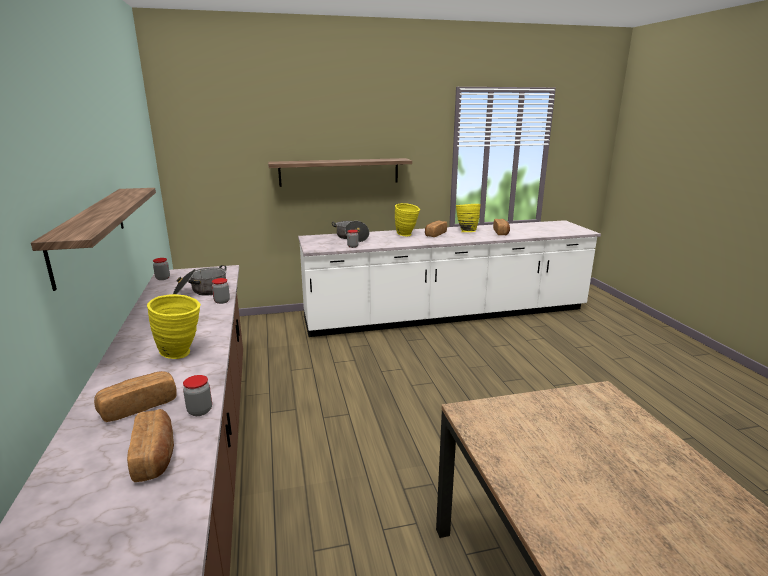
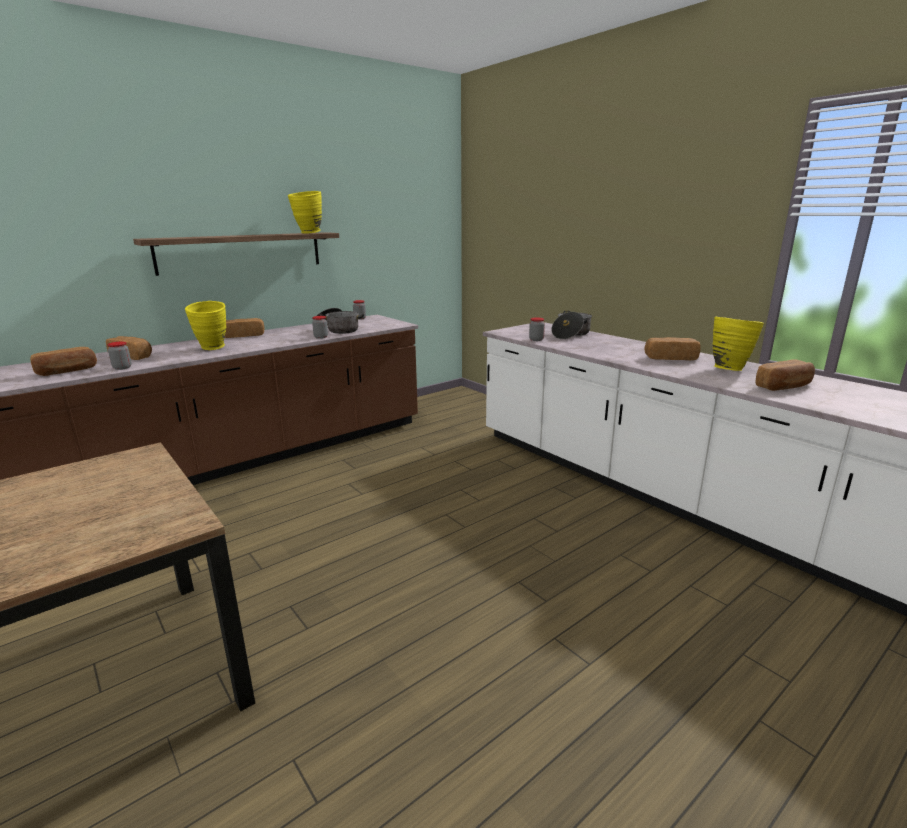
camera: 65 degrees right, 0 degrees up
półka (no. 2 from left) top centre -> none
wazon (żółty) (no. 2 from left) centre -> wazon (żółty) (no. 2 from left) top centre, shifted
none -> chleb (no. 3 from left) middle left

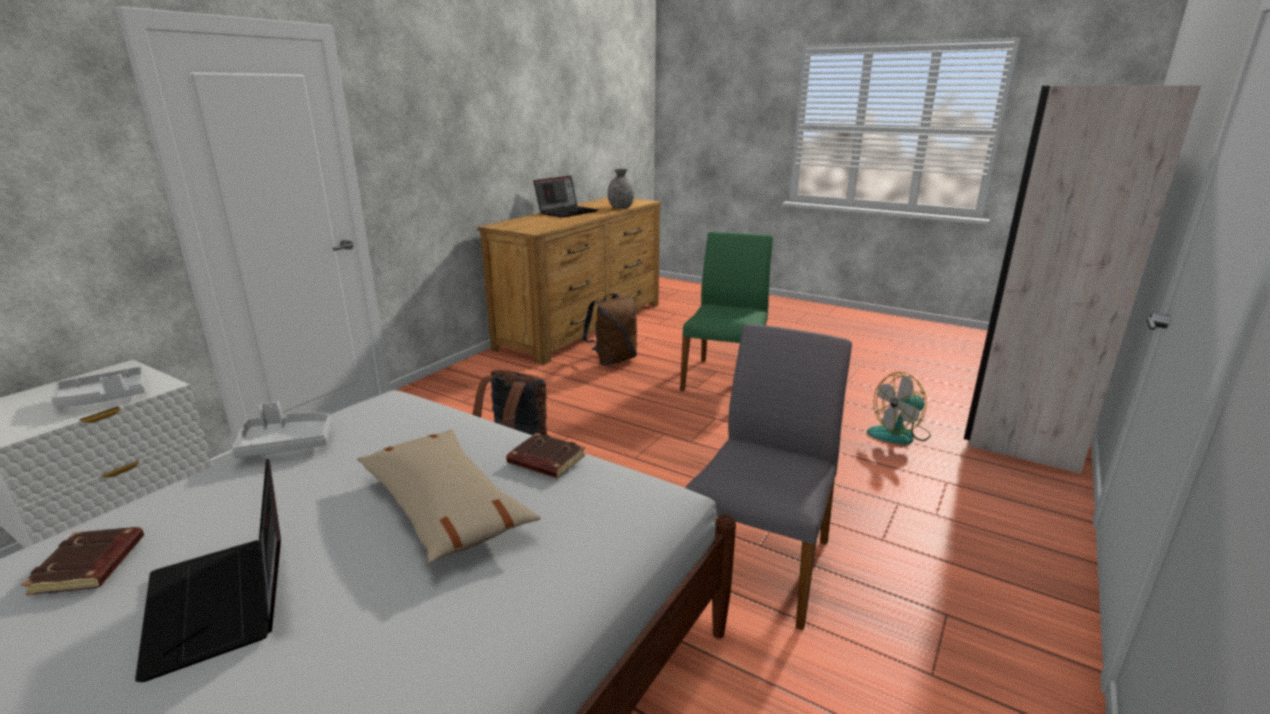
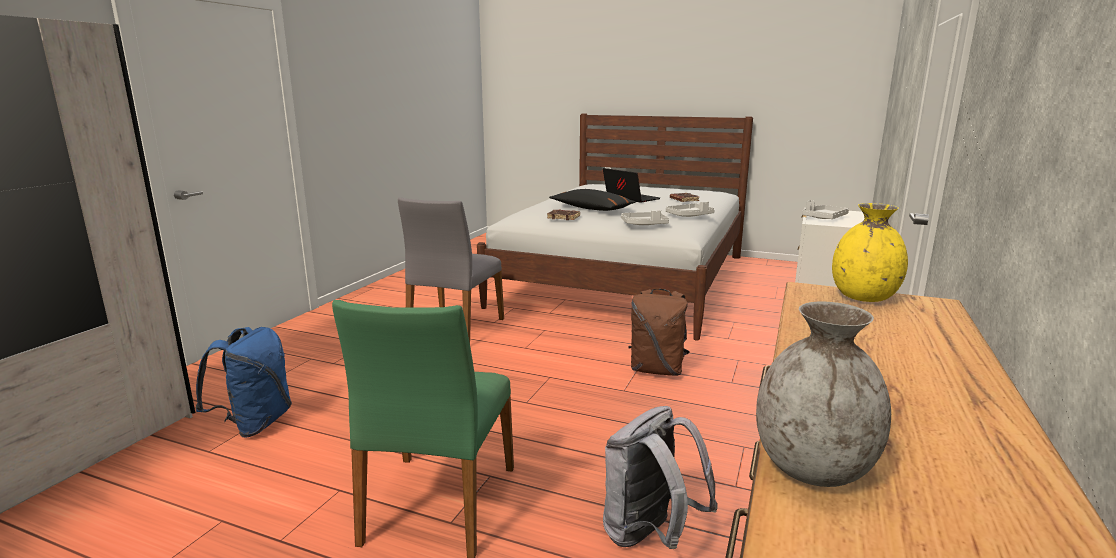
camera: 170 degrees right, 5 degrees down
poduszka (beżowy) bottom centre -> poduszka (czarny) centre
laptop (no. 2 from left) top centre -> none
plecak (brązowy) (no. 2 from left) centre -> plecak (szary) bottom centre
wentylator middle right -> plecak (niebieski) bottom left
none -> taca (szary) (no. 1 from left) centre
none -> wazon (żółty) middle right

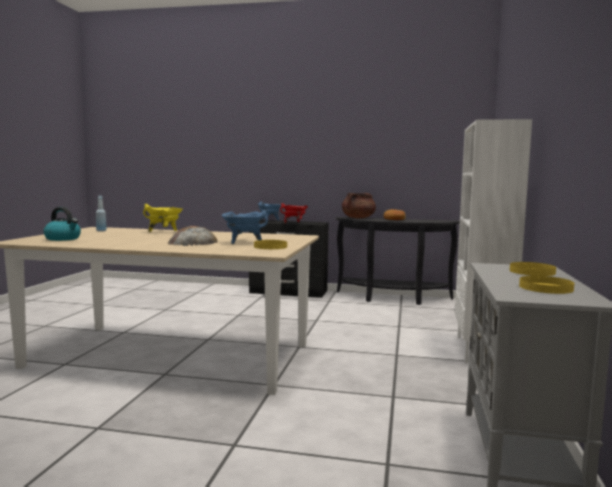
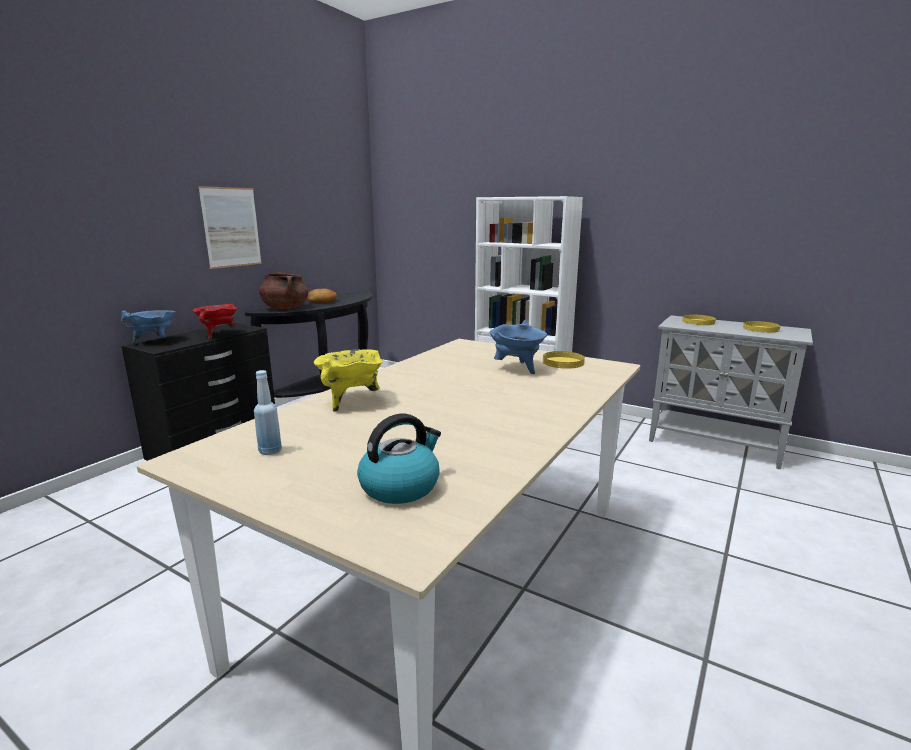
camera: 70 degrees left, 10 degrees up
chleb (no. 1 from left) middle left -> none
none -> obraz top left

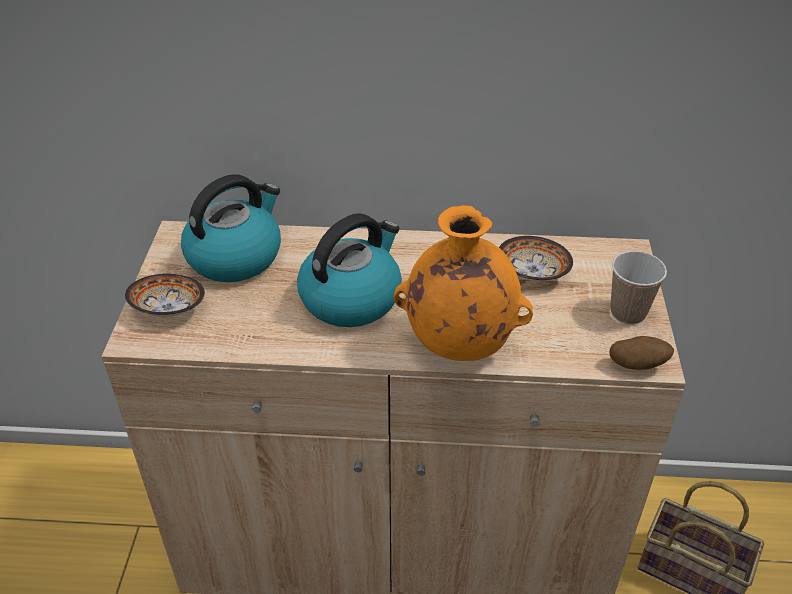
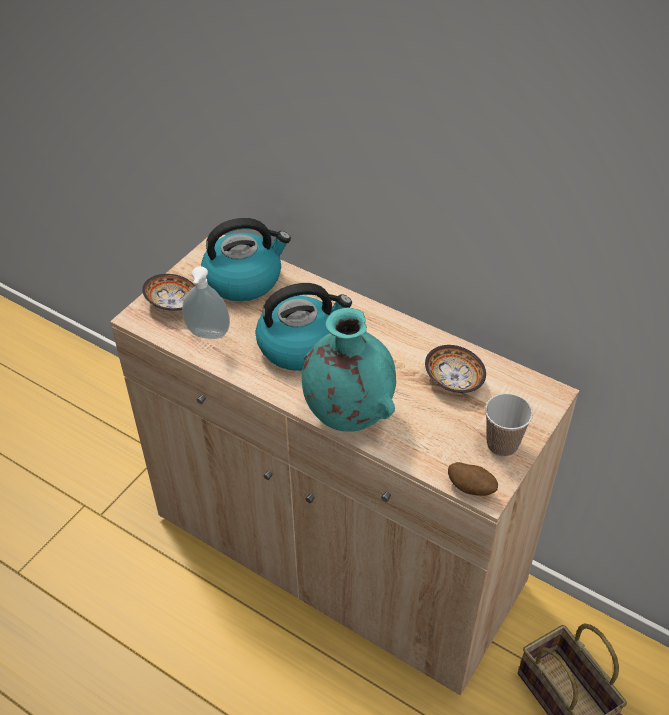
camera: 30 degrees right, 5 degrees up
wazon (pomarańczowy) centre -> wazon (turkusowy) centre
none -> dozownik mydła middle left

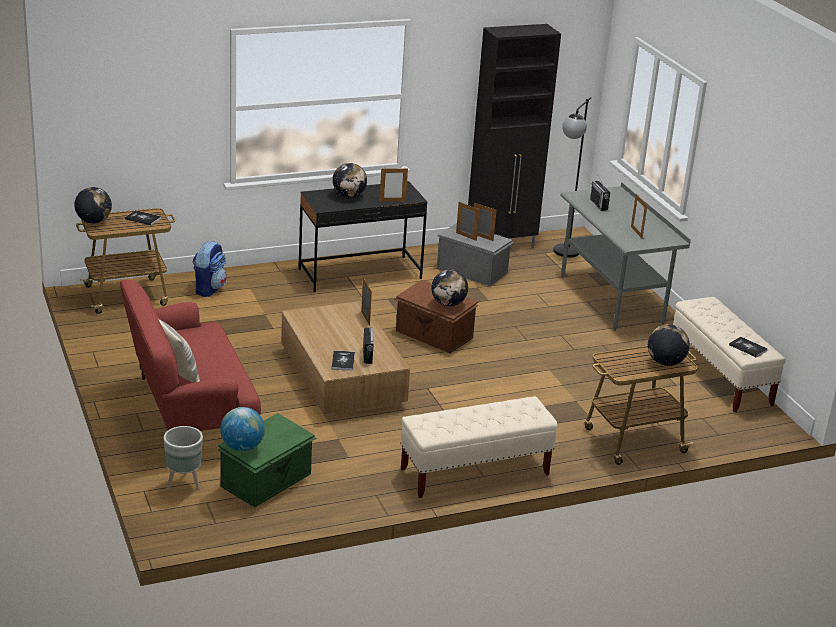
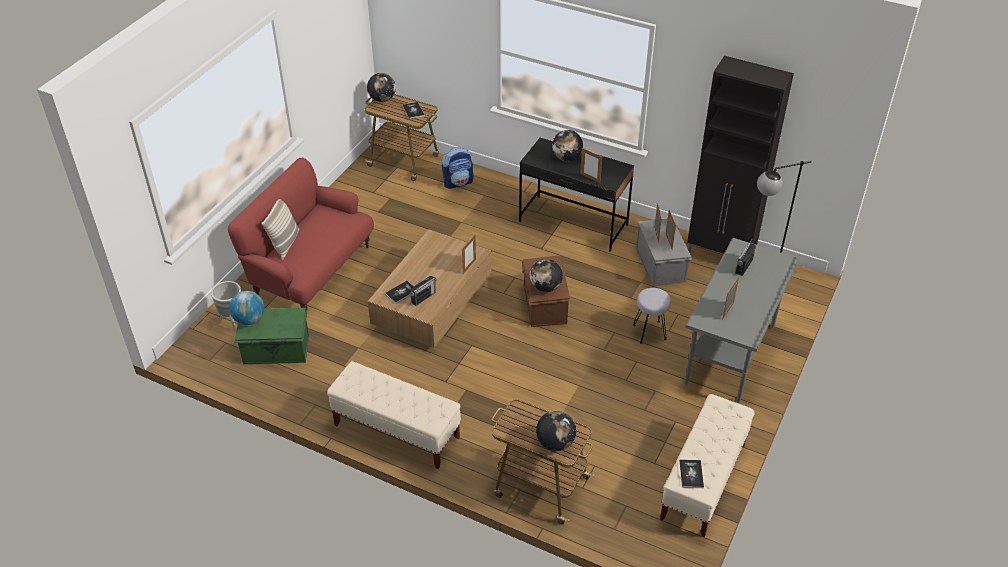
camera: 50 degrees right, 15 degrees up
none -> stołek (szary) centre

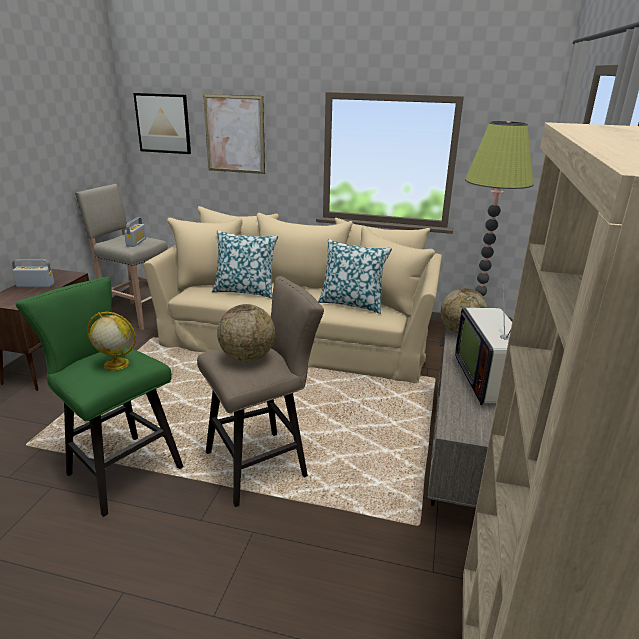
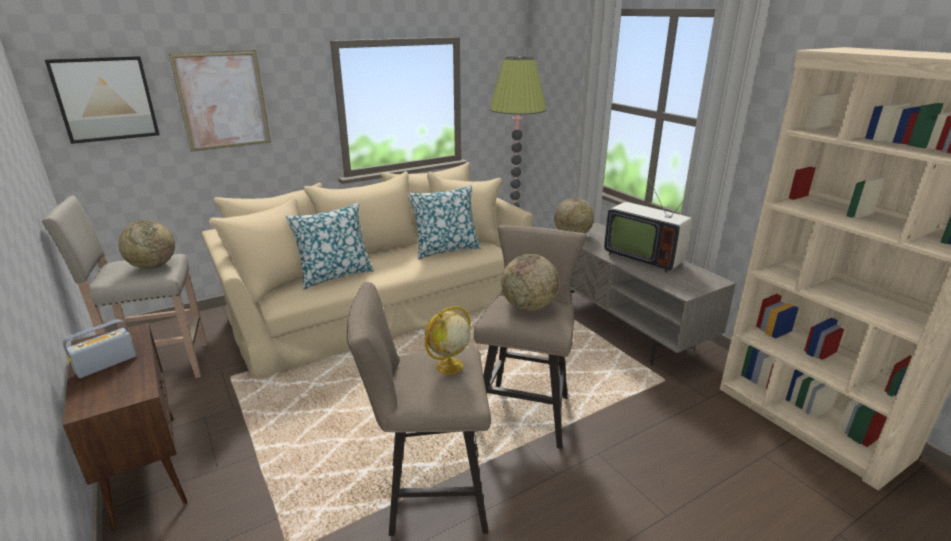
camera: 45 degrees left, 0 degrees up
stołek (zielony) middle left -> stołek (beżowy) (no. 2 from left) bottom centre
radio (no. 2 from left) middle left -> globus (no. 1 from left) middle left

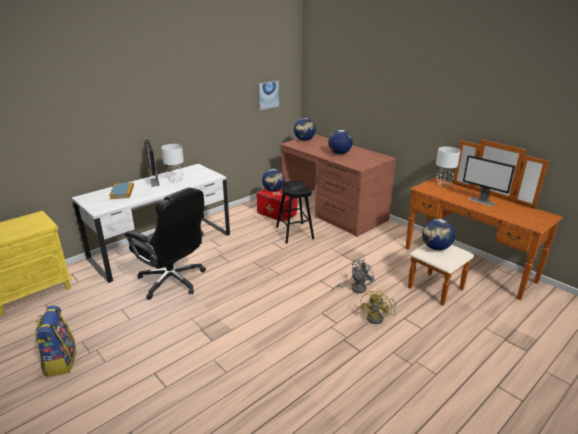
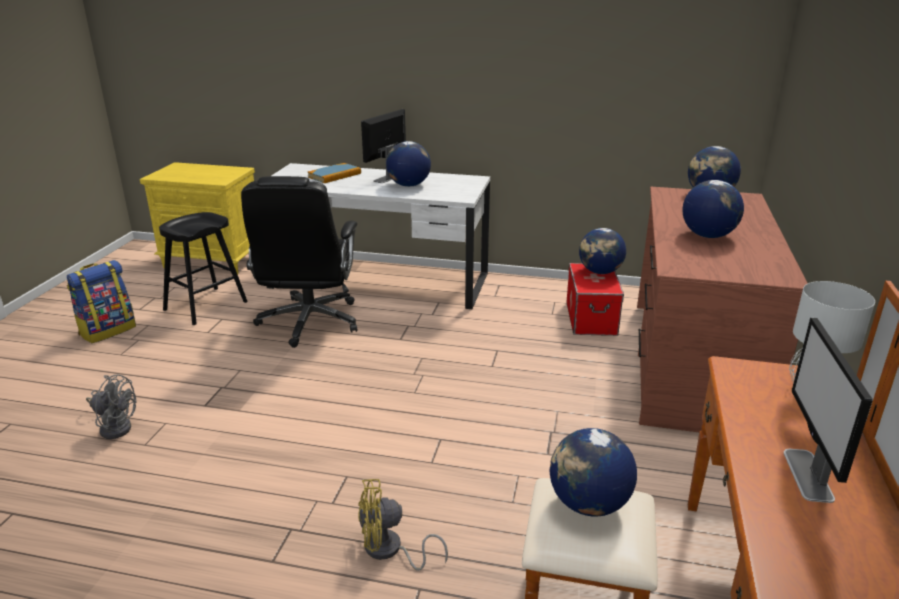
camera: 55 degrees right, 0 degrees up
lampa stołowa (biały) (no. 1 from left) middle left -> globus (no. 1 from left) top centre
obraz top centre -> none
stołek (czarny) centre -> stołek (czarny) middle left, shifted
wentylator (szary) centre -> wentylator (szary) bottom left, shifted

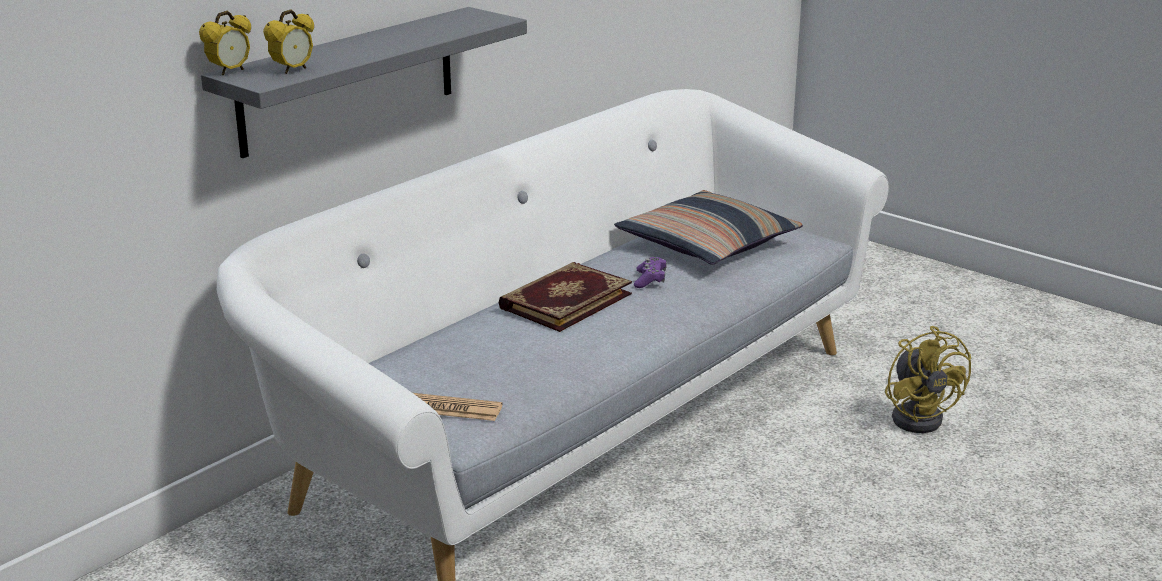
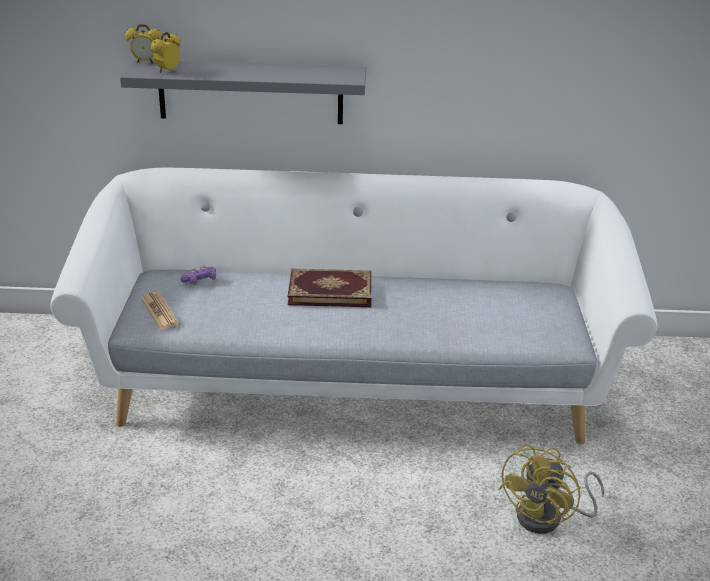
camera: 50 degrees right, 5 degrees up
budzik (no. 2 from left) top left, 120 degrees clockwise
poduszka centre -> none
pad do gier (fioletowy) centre -> pad do gier (fioletowy) middle left, shifted

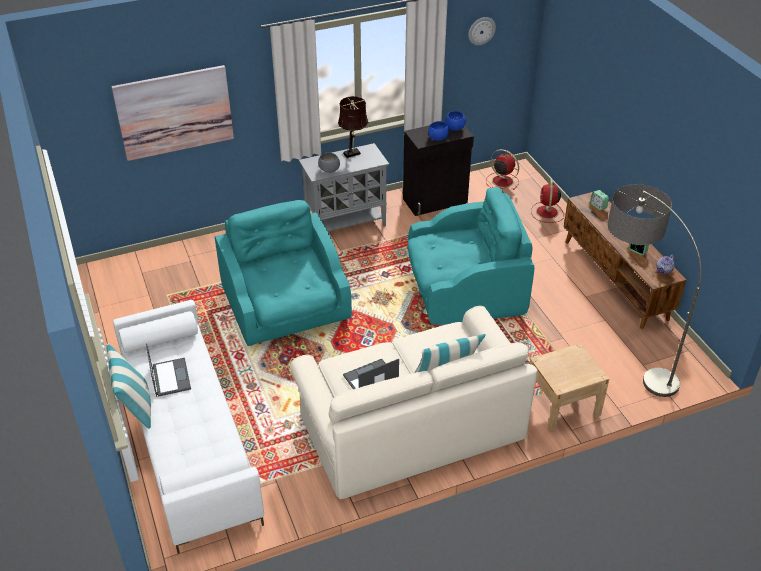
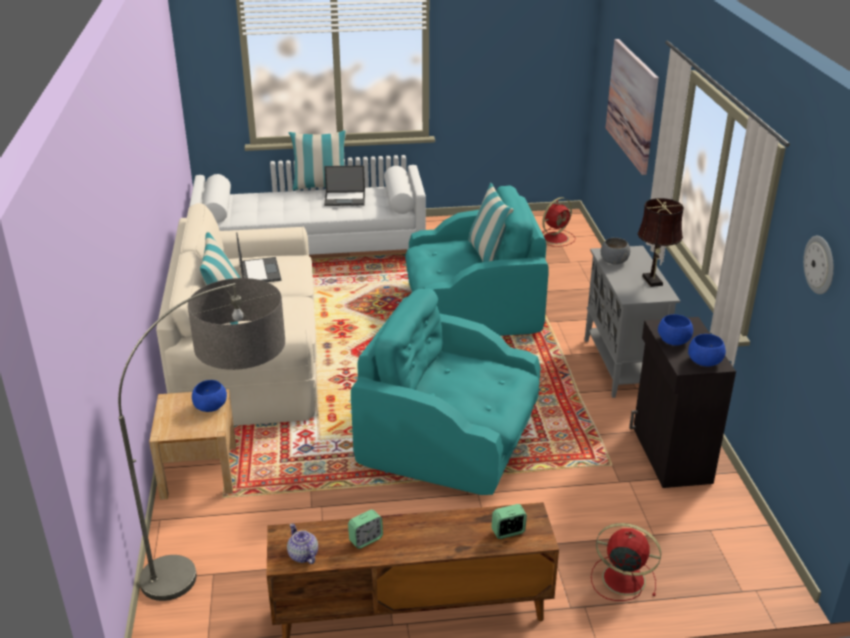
camera: 105 degrees right, 10 degrees down
fotel (turkusowy) (no. 2 from left in the first image) centre -> fotel (turkusowy) (no. 1 from left) centre, 105 degrees clockwise
wentylator (czerwony) (no. 1 from left) top centre -> wentylator (czerwony) (no. 1 from left) centre, shifted
none -> miska (niebieski) (no. 1 from left) middle left
none -> poduszka (no. 3 from left) centre

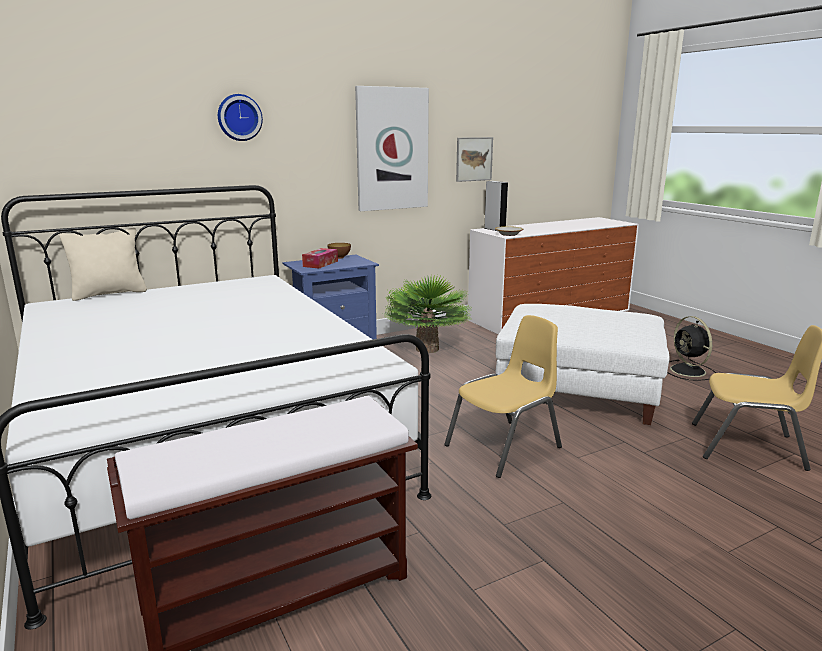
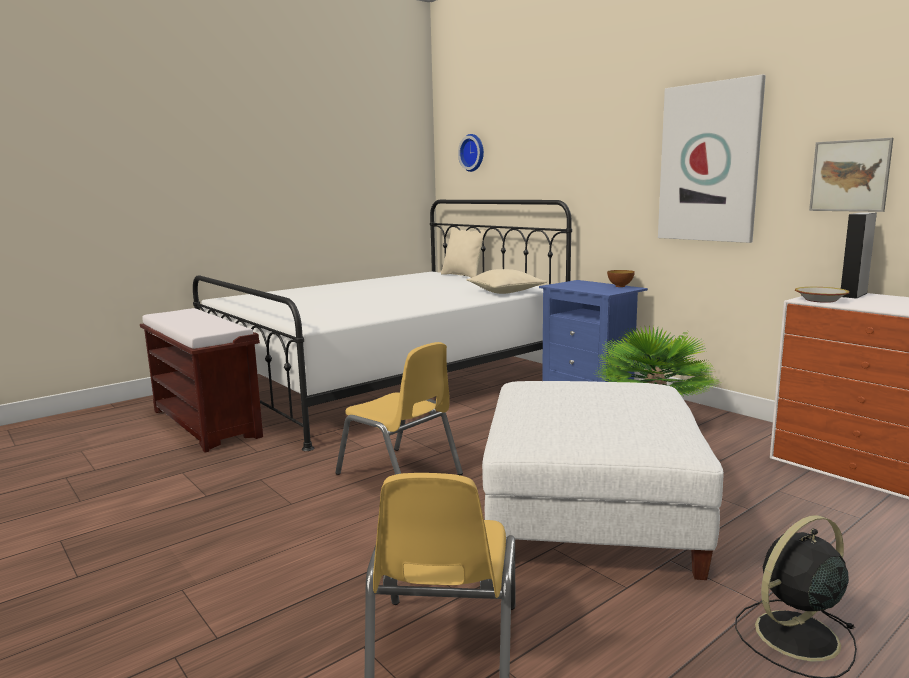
camera: 80 degrees right, 5 degrees down
zegar ścienny top left -> zegar ścienny top centre, shifted
pudełko chusteczek centre -> none
none -> poduszka (beżowy) (no. 2 from left) centre

